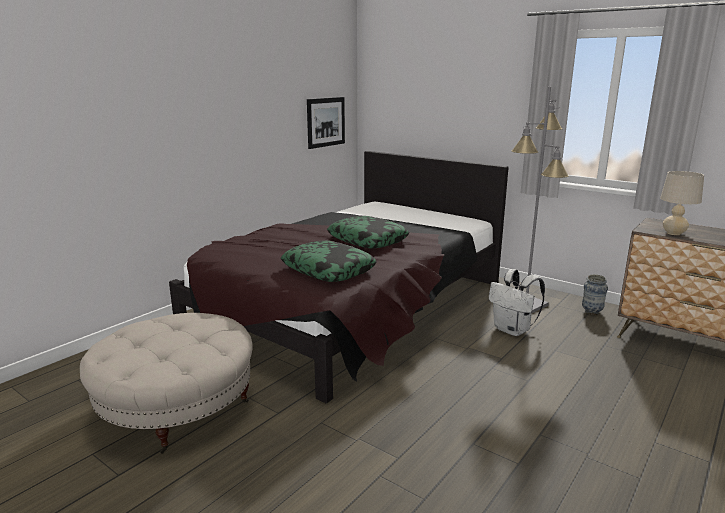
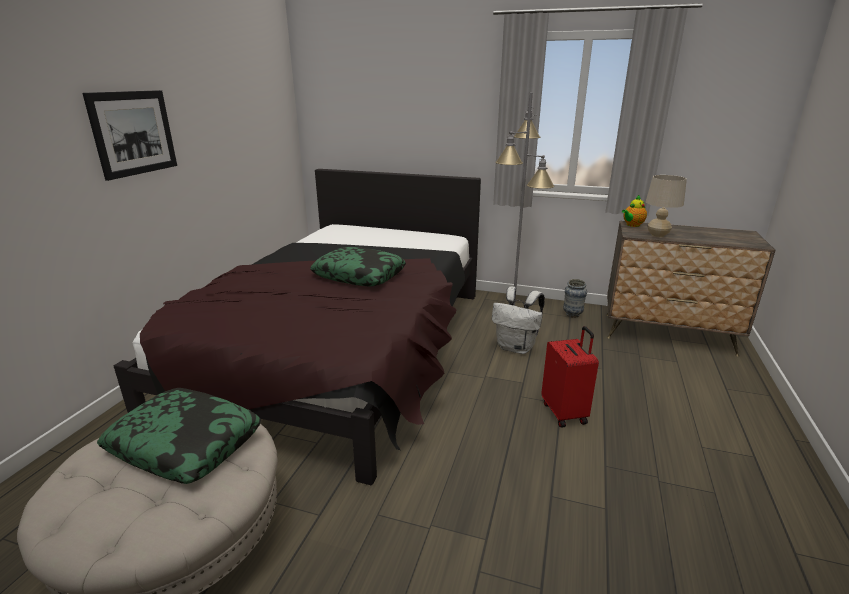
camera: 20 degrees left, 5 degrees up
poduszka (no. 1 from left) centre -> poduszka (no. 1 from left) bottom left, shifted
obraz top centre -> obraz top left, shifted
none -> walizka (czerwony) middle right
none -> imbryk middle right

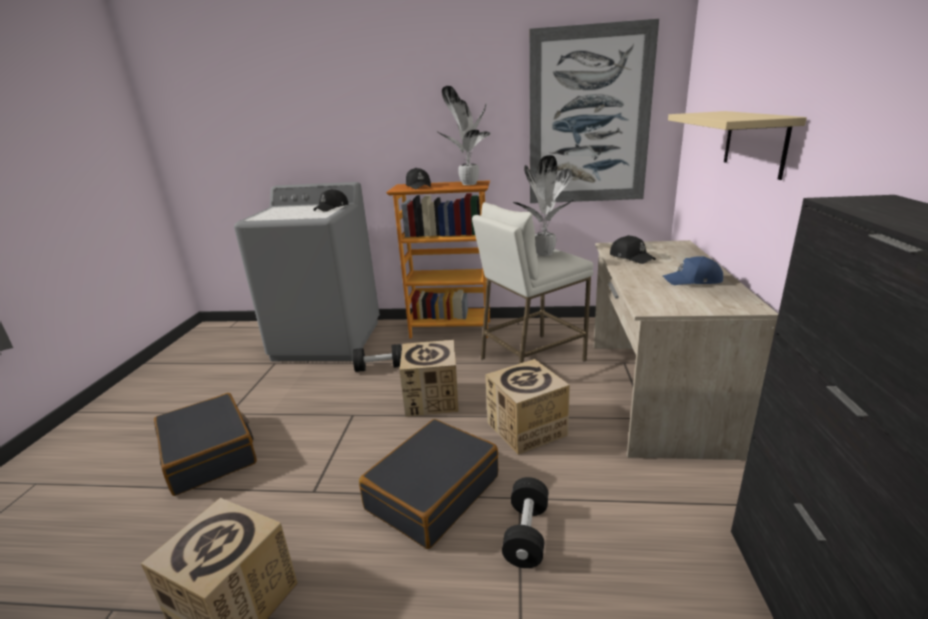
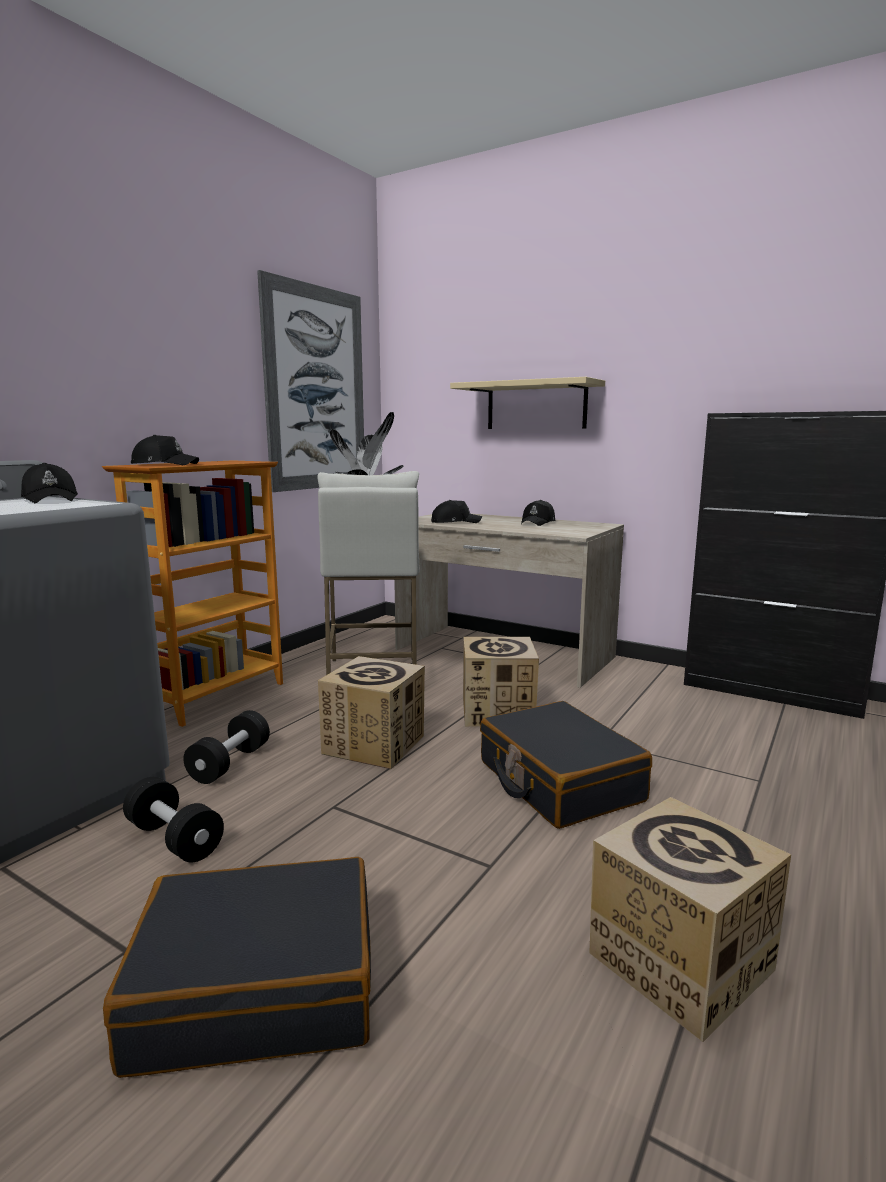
camera: 65 degrees left, 10 degrees down
roślina doniczkowa (no. 1 from left) top centre -> none
hantel (czarny) (no. 2 from left in the first image) bottom centre -> hantel (czarny) (no. 1 from left) bottom left, shifted
czapka z daszkiem (niebieski) middle right -> czapka z daszkiem (czarny) (no. 4 from left) centre

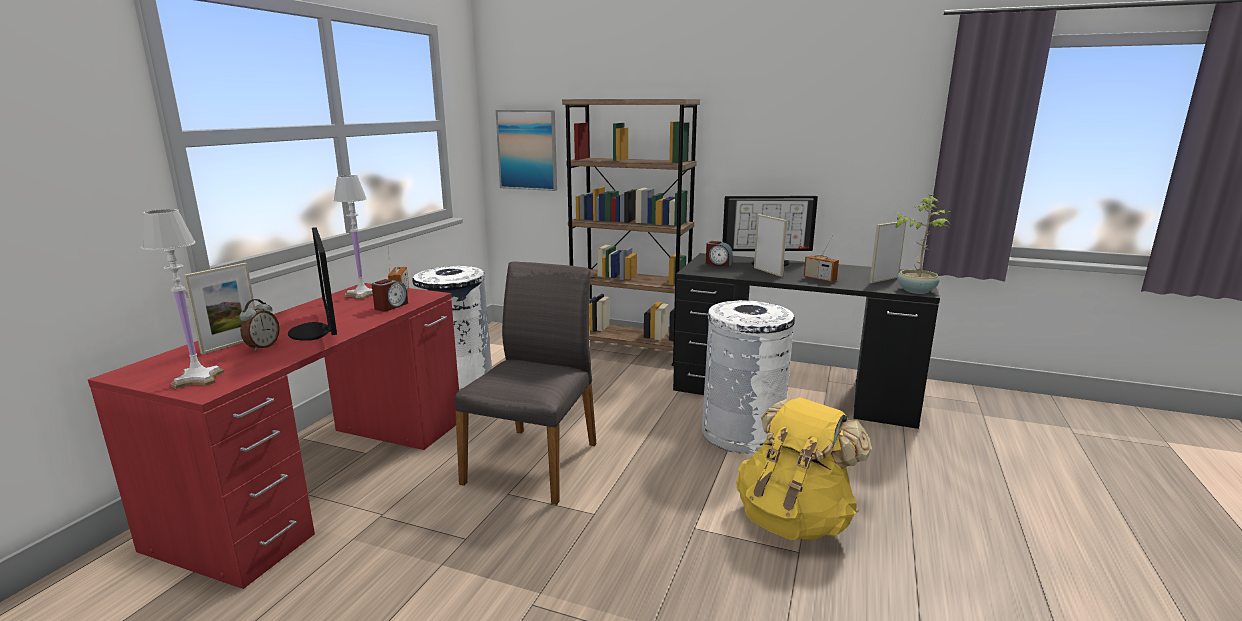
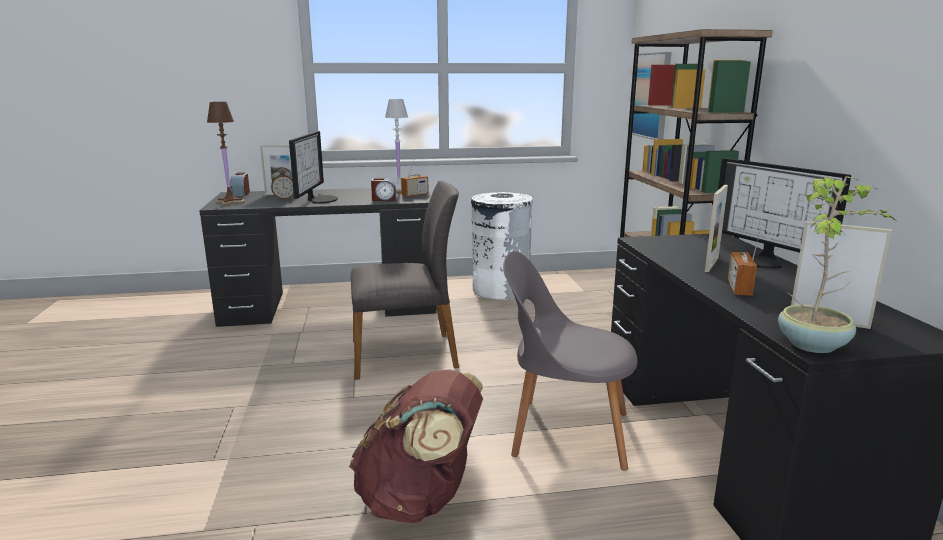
camera: 60 degrees right, 0 degrees up
biurko (czerwony) bottom left -> biurko (czarny) (no. 1 from left) centre
lampa stołowa (biały) (no. 1 from left) middle left -> lampa stołowa (brązowy) top left
monitor (no. 1 from left) middle left -> monitor (no. 1 from left) top left, 150 degrees clockwise
kosz na śmieci (biały) (no. 2 from left) centre -> krzesło (szary) (no. 2 from left) bottom centre
budzik (no. 3 from left in the first image) centre -> budzik (no. 1 from left) middle left, shifted
plecak (żółty) bottom centre -> plecak (brązowy) bottom centre

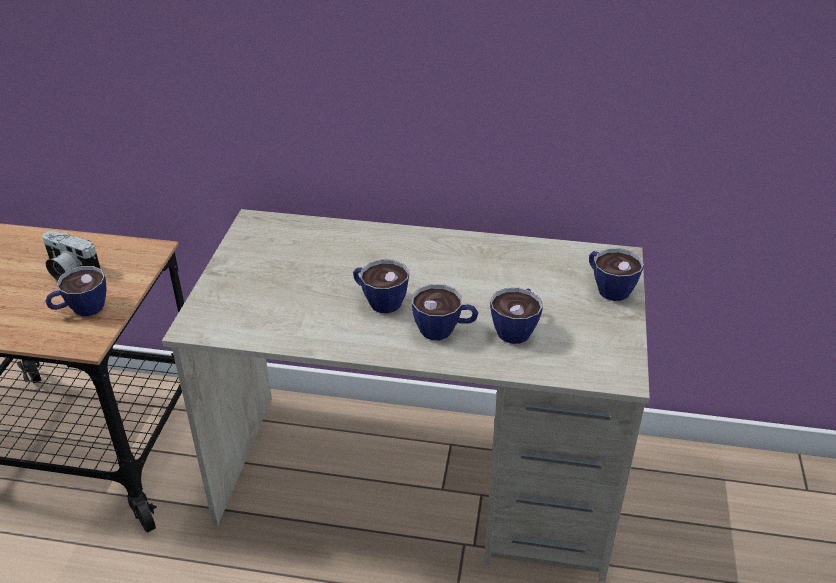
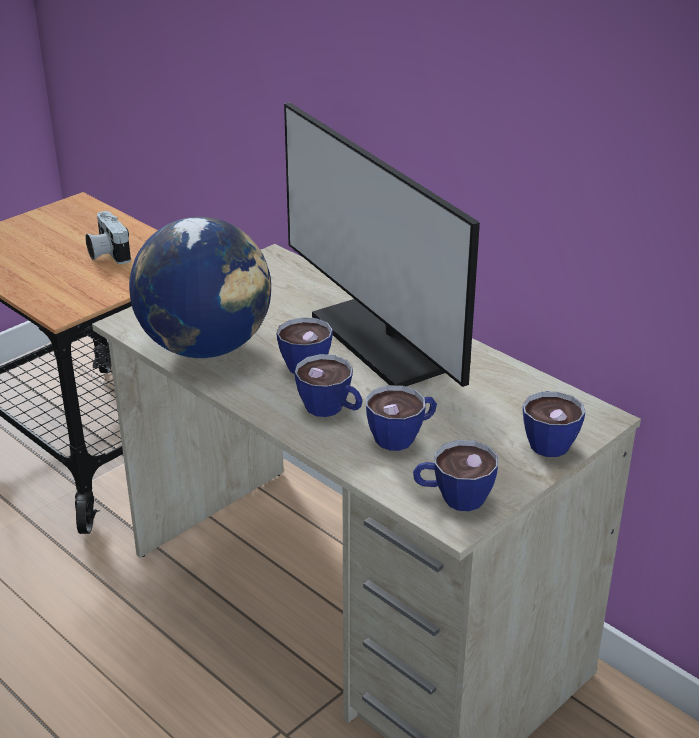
camera: 35 degrees right, 5 degrees down
filiżanka (no. 1 from left in the first image) middle left -> filiżanka (no. 4 from left) centre, shifted
none -> globus middle left
none -> monitor top centre

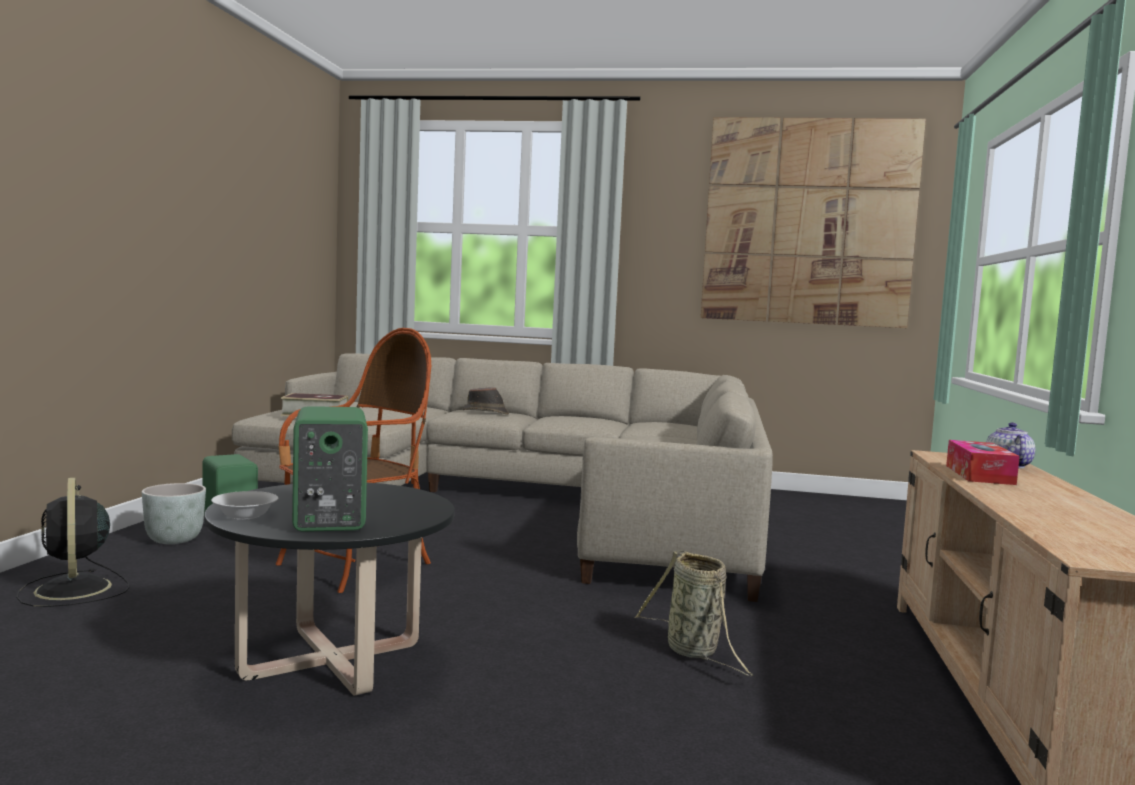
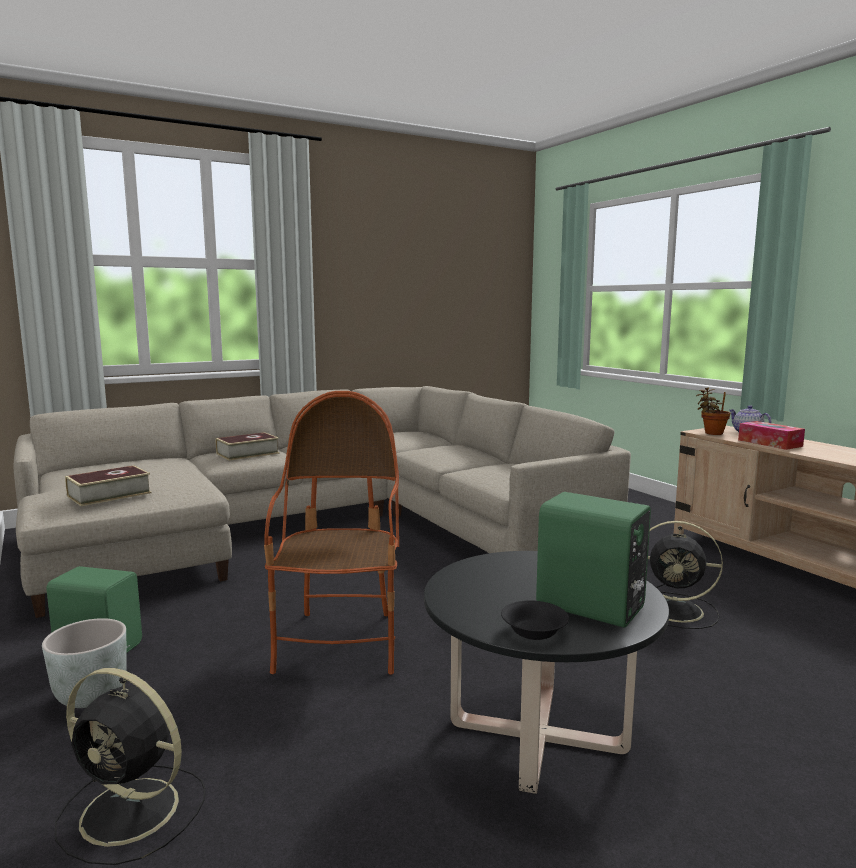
camera: 40 degrees left, 5 degrees up
miska (biały) middle left -> miska (czarny) bottom centre
kapelusz (brązowy) centre -> książka (no. 2 from left) middle left
koszyk bottom centre -> wentylator (czarny) (no. 2 from left) middle right
obraz top right -> none
none -> roślina doniczkowa middle right

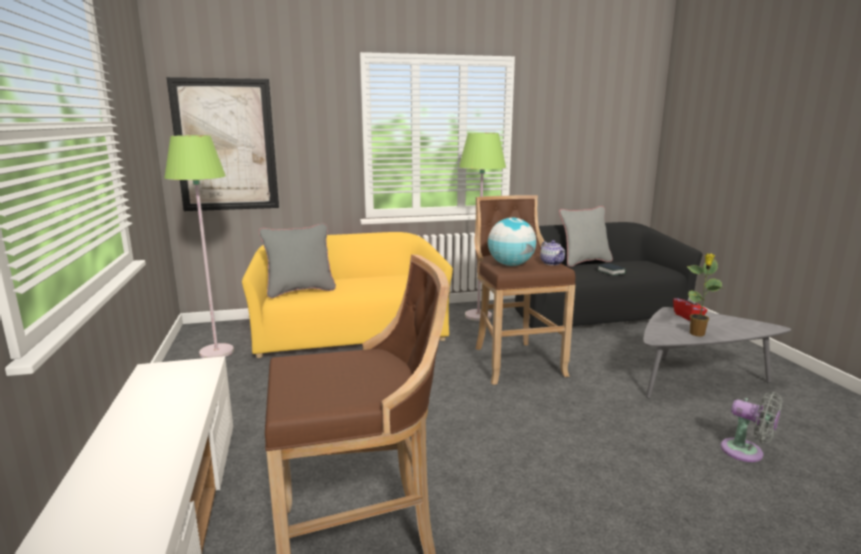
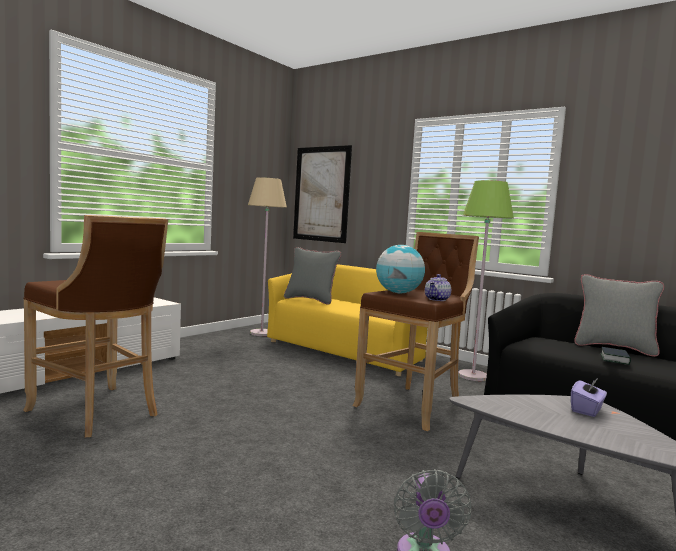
camera: 50 degrees right, 10 degrees down
lampa stojąca (zielony) (no. 1 from left) middle left -> lampa stojąca (beżowy) centre
pudełko chusteczek (czerwony) middle right -> pudełko chusteczek (fioletowy) bottom right
roślina doniczkowa middle right -> none

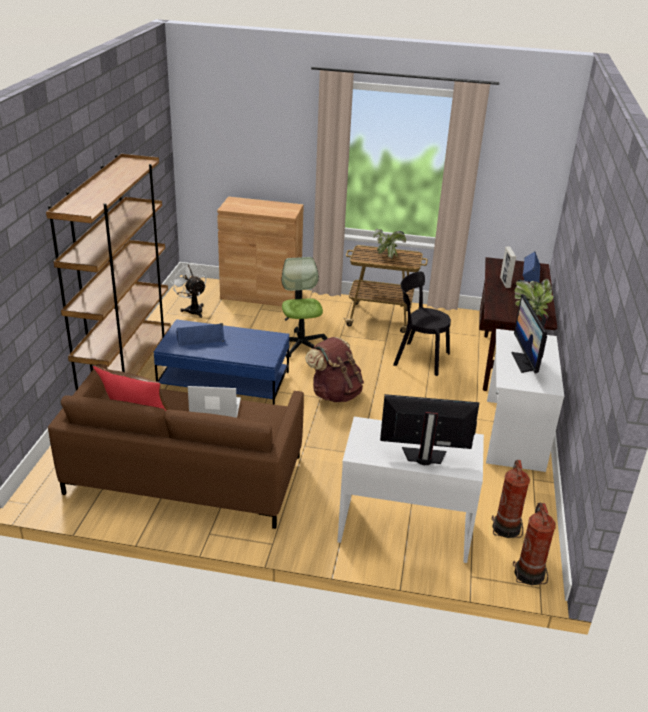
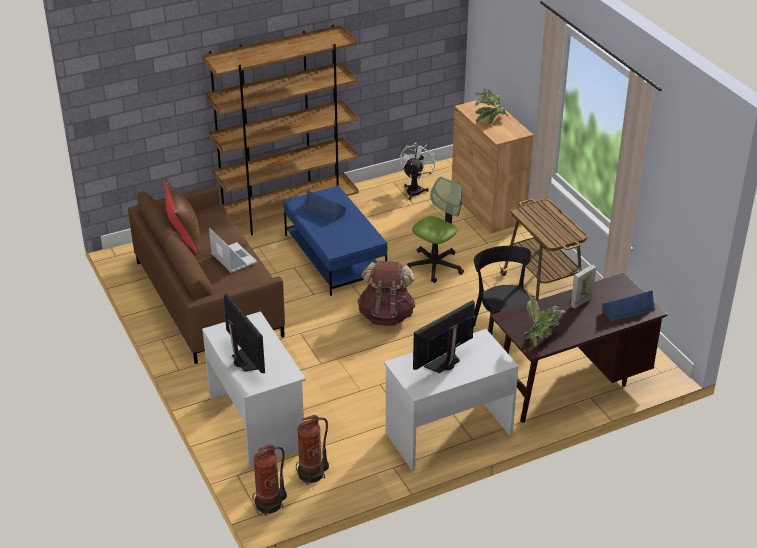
camera: 55 degrees right, 5 degrees up
roślina doniczkowa (no. 1 from left) centre -> roślina doniczkowa (no. 1 from left) top centre, shifted

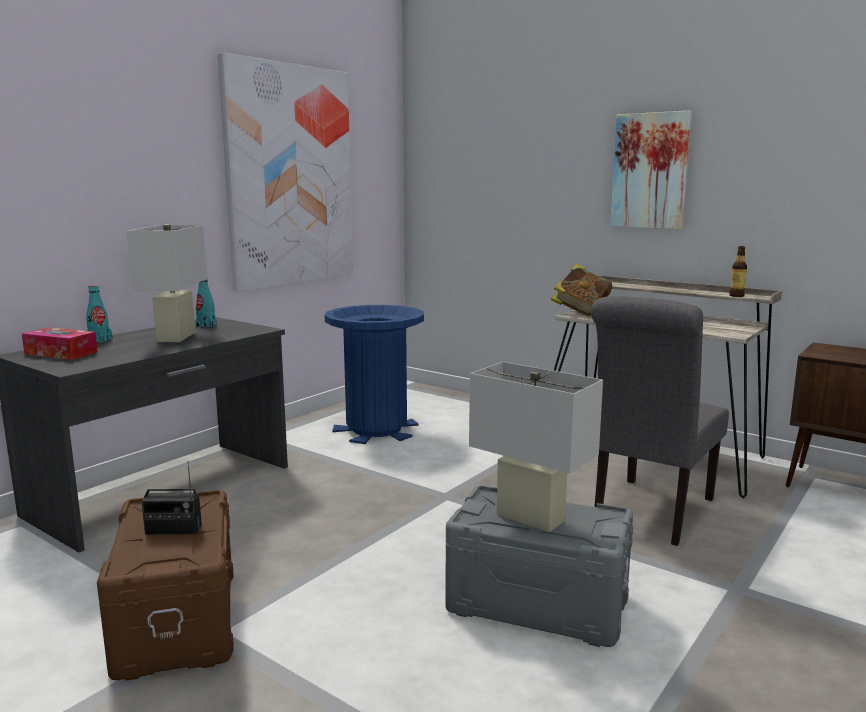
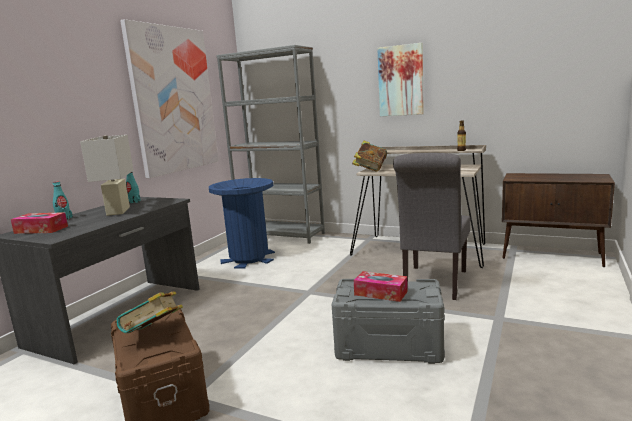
camera: 10 degrees left, 0 degrees up
radio bottom left -> książka (no. 1 from left) bottom left
lampa stołowa (biały) (no. 2 from left) centre -> pudełko chusteczek (no. 2 from left) bottom centre
none -> regał (szary) centre

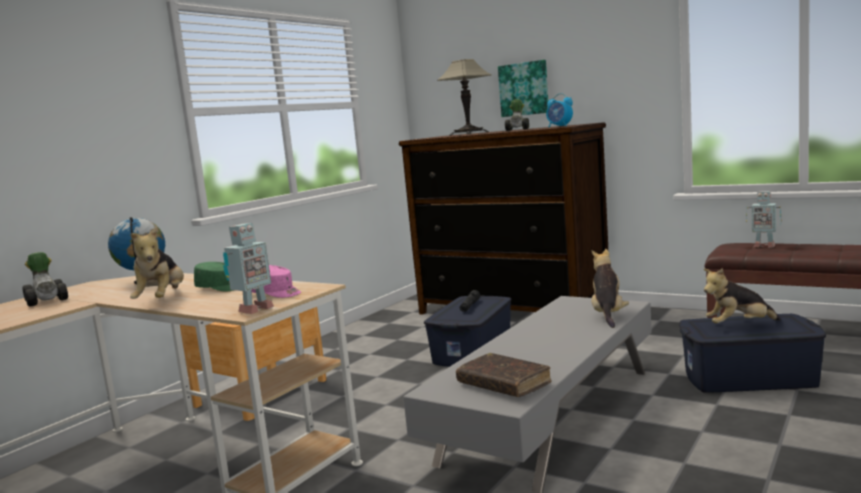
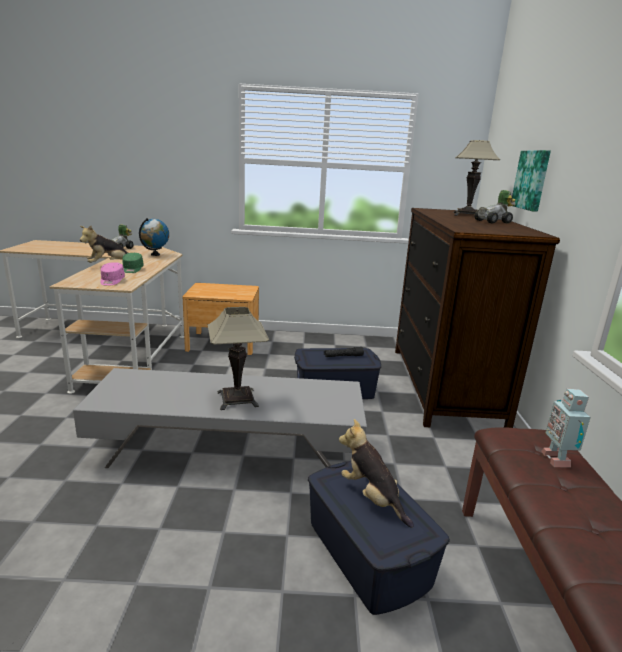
camera: 55 degrees right, 10 degrees up
robot zabawkowy (no. 1 from left) middle left -> none
książka (brązowy) bottom centre -> none
budzik top centre -> none
pluszak (no. 2 from left) middle right -> none
none -> lampa stołowa (no. 1 from left) centre

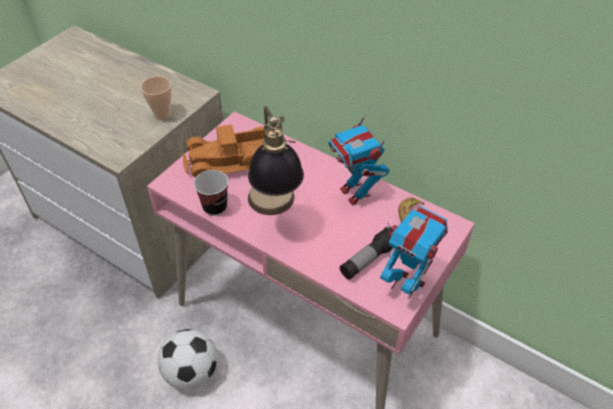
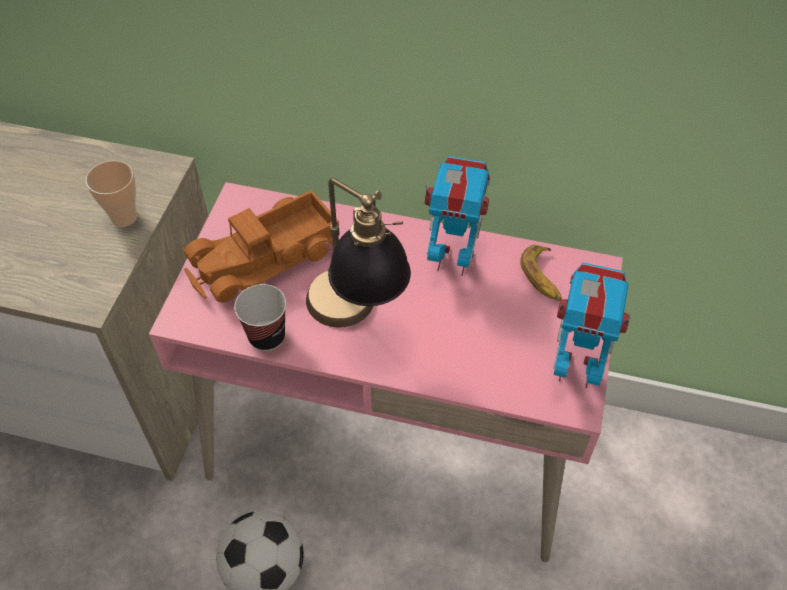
camera: 20 degrees left, 5 degrees up
robot zabawkowy (no. 1 from left) centre, 150 degrees clockwise
latarka centre -> none

